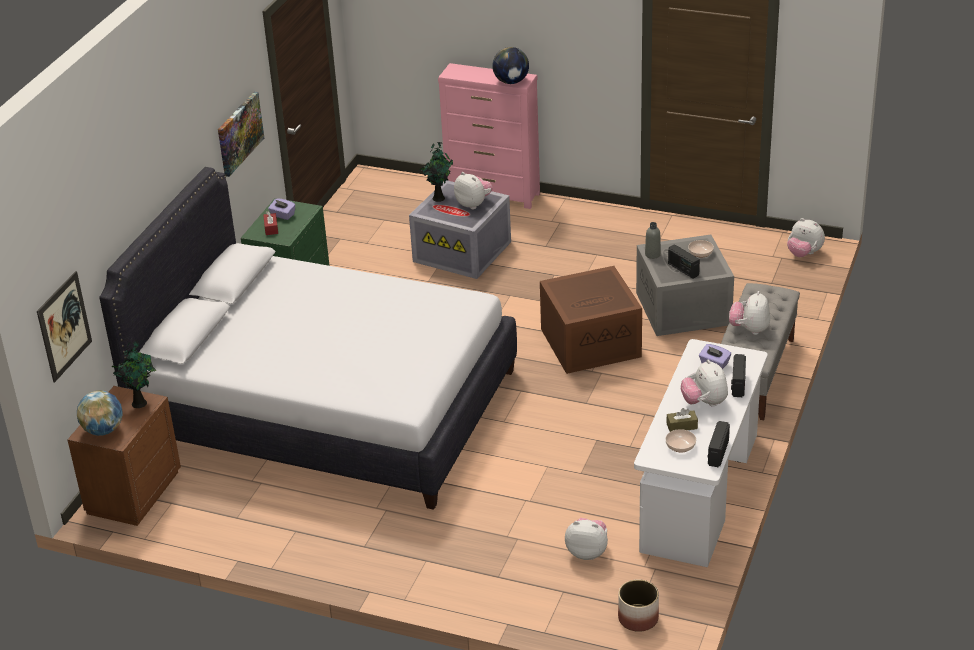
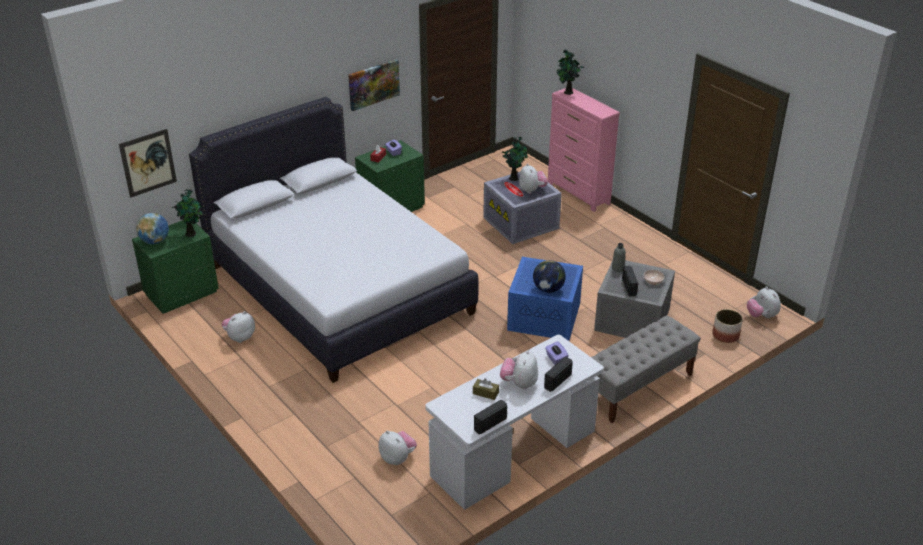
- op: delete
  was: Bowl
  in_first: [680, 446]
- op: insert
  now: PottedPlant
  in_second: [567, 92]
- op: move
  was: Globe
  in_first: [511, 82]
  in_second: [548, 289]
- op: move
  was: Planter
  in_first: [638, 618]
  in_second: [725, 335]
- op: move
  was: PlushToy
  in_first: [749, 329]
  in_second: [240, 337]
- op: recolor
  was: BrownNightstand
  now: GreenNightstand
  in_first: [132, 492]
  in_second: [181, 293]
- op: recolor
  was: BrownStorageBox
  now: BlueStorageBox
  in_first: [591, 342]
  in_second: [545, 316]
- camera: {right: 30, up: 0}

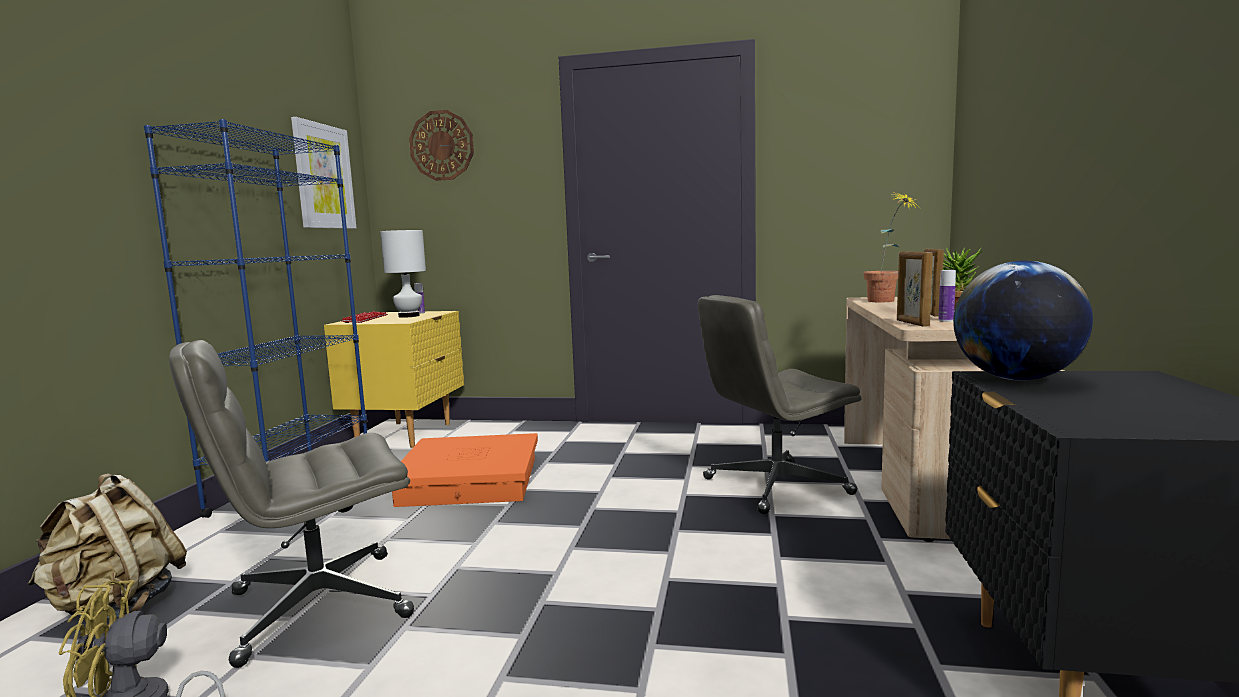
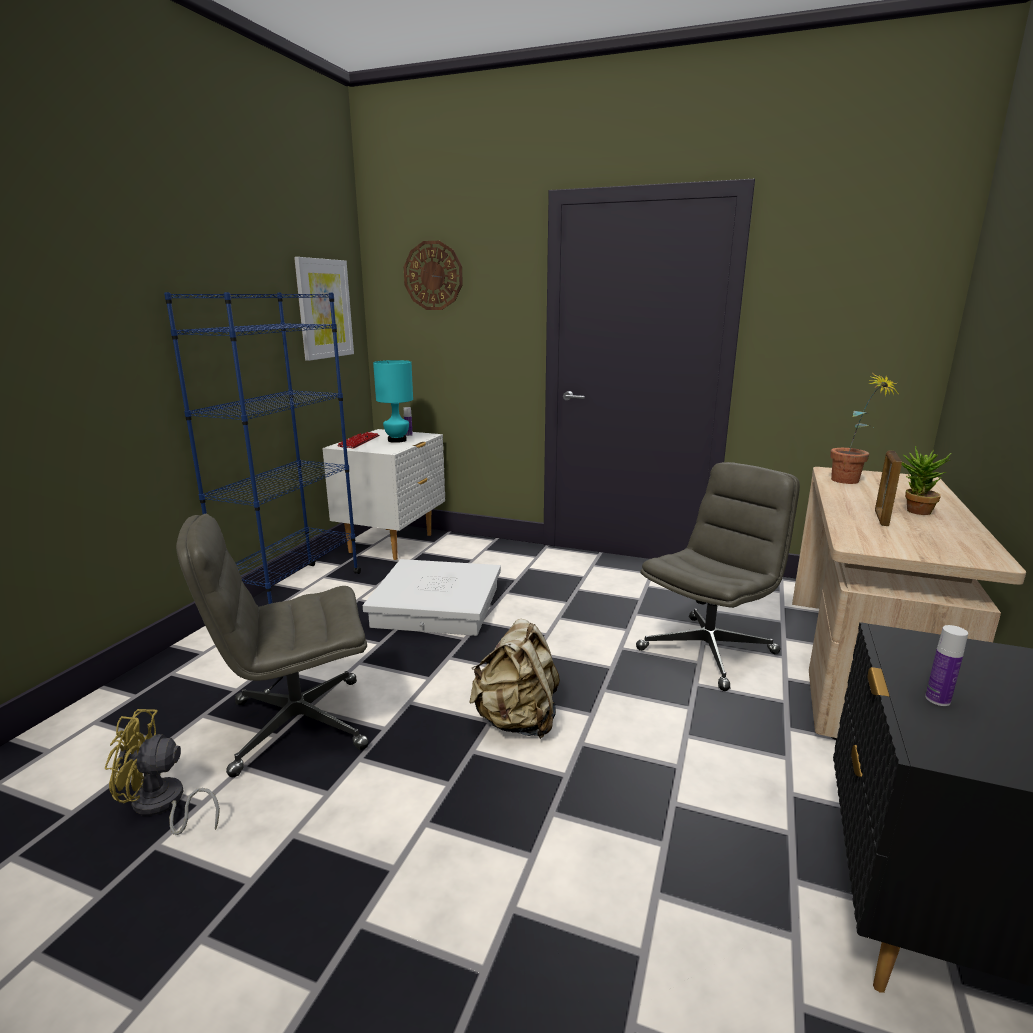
- op: delete
  was: PictureFrame
  in_first: [912, 323]
- op: delete
  was: Globe
  in_first: [1016, 379]
- op: move
  was: BeigeBackpack
  in_first: [117, 606]
  in_second: [517, 721]
- op: move
  was: Bottle
  in_first: [946, 320]
  in_second: [937, 699]
- op: recolor
  was: YellowNightstand
  now: WhiteNightstand
  in_first: [406, 434]
  in_second: [392, 543]
- op: recolor
  was: WhiteTableLamp
  now: TurquoiseTableLamp
  in_first: [409, 316]
  in_second: [397, 440]
- op: recolor
  was: OrangeStorageBox
  now: WhiteStorageBox
  in_first: [469, 481]
  in_second: [436, 606]
- op: rotate
  was: GreyOfficeChair
  in_first: [775, 487]
  in_second: [707, 650]
  clockwise: 150
- camera: {right: 10, up: 10}

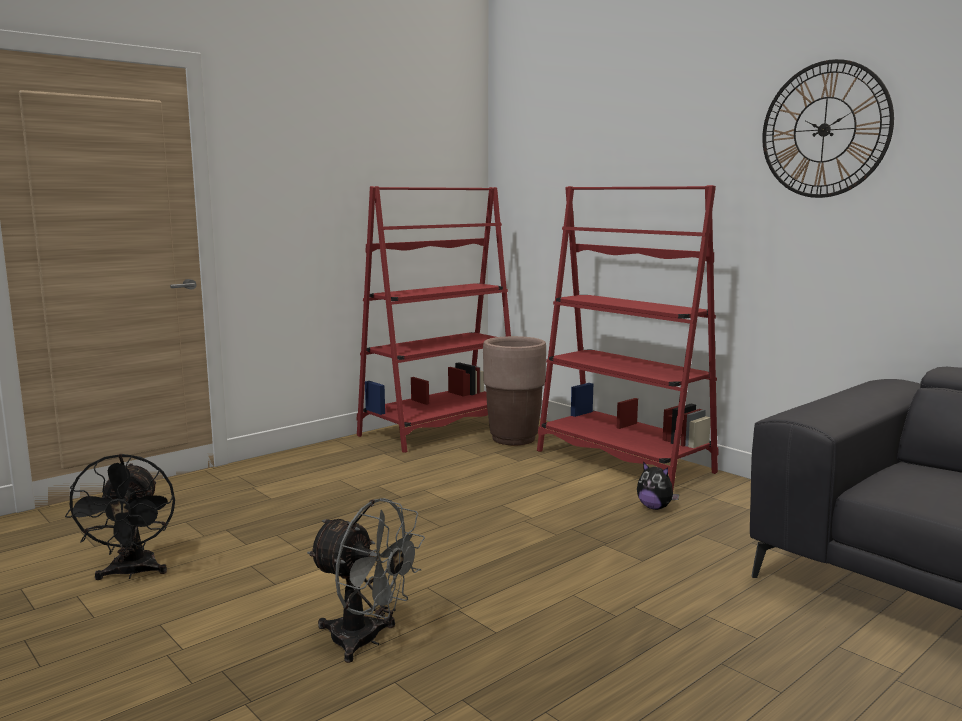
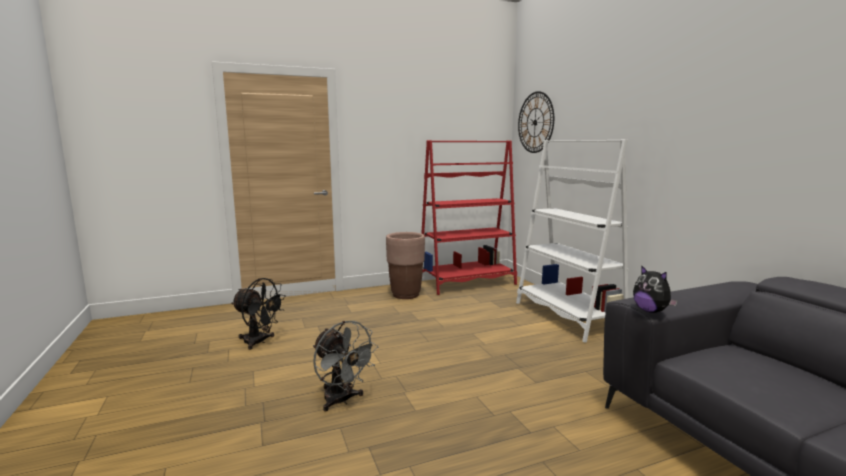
- op: move
  was: BrownPlanter
  in_first: [514, 439]
  in_second: [406, 295]
- op: move
  was: PlushToy
  in_first: [655, 507]
  in_second: [651, 311]
- op: move
  was: WallClock
  in_first: [824, 130]
  in_second: [535, 122]
- op: recolor
  was: RedBookcase
  now: WhiteBookcase
  in_first: [623, 462]
  in_second: [567, 316]
- op: rotate
  was: BlackFan
  in_first: [132, 573]
  in_second: [259, 342]
  clockwise: -75
- camera: {right: 20, up: 0}

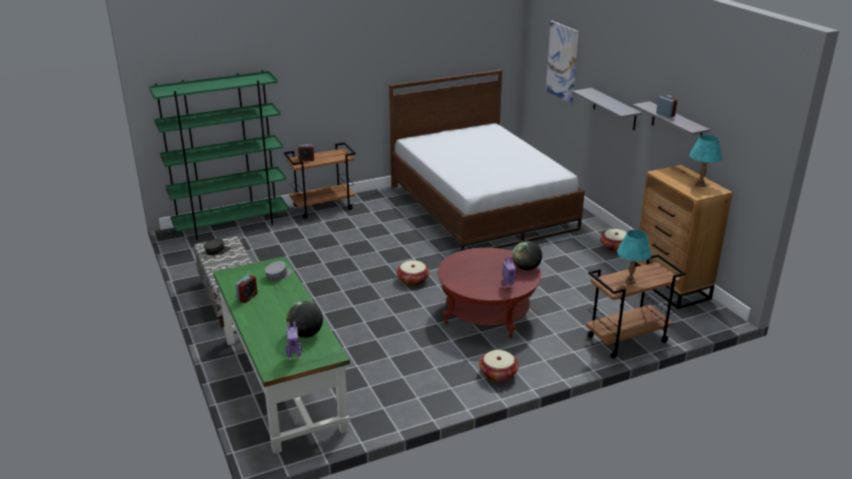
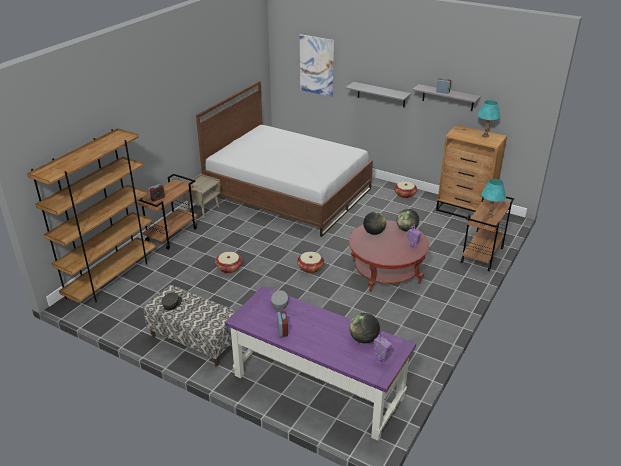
- op: insert
  now: BeigeNightstand
  in_second: [203, 209]
- op: insert
  now: Globe
  in_second: [374, 233]
- op: move
  was: Basket
  in_first: [498, 374]
  in_second: [229, 268]
- op: recolor
  was: GreenBookcase
  now: BrownBookcase
  in_first: [232, 225]
  in_second: [112, 277]
- op: recolor
  was: GreenDesk
  now: PurpleDesk
  in_first: [282, 382]
  in_second: [317, 386]
- camera: {right: -35, up: 5}

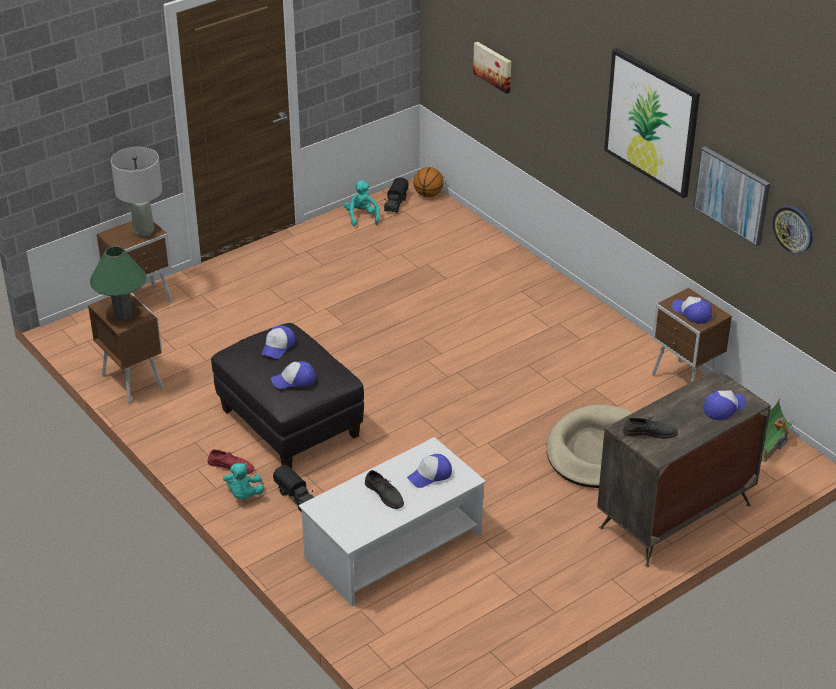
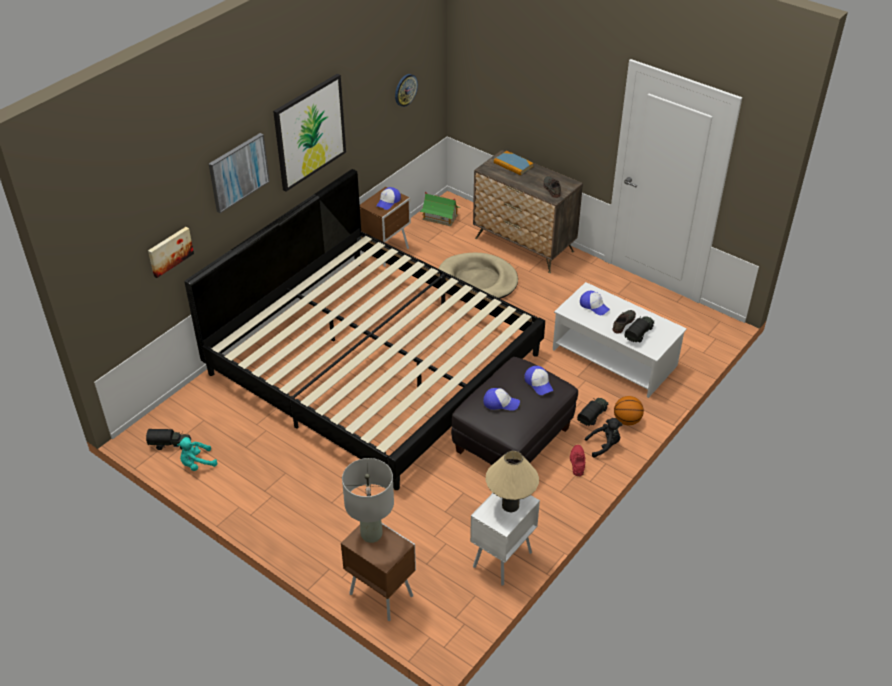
- op: insert
  now: Bed
  in_second: [374, 363]
- op: insert
  now: ToyTruck
  in_second: [639, 334]
- op: move
  was: Basketball
  in_first: [428, 195]
  in_second: [627, 420]
- op: move
  was: Picture
  in_first: [732, 195]
  in_second: [238, 172]
- op: replace
  was: Cap
  now: Book
  in_first: [723, 408]
  in_second: [513, 164]
- op: recolor
  was: BrownNightstand
  now: WhiteNightstand
  in_first: [132, 381]
  in_second: [501, 560]
- op: recolor
  was: GreenTableLamp
  now: BeigeTableLamp
  in_first: [123, 314]
  in_second: [510, 505]
- op: recolor
  was: TurquoisePlushToy
  now: BlackPlushToy
  in_first: [244, 494]
  in_second: [604, 445]
- camera: {right: -105, up: 5}

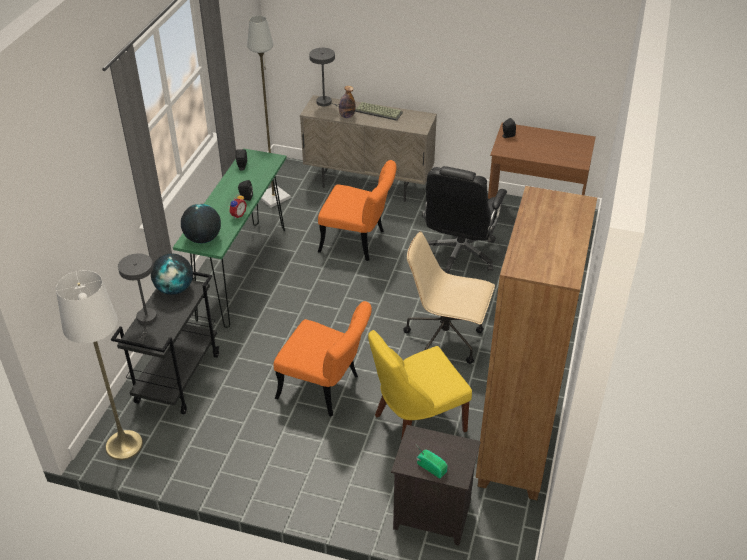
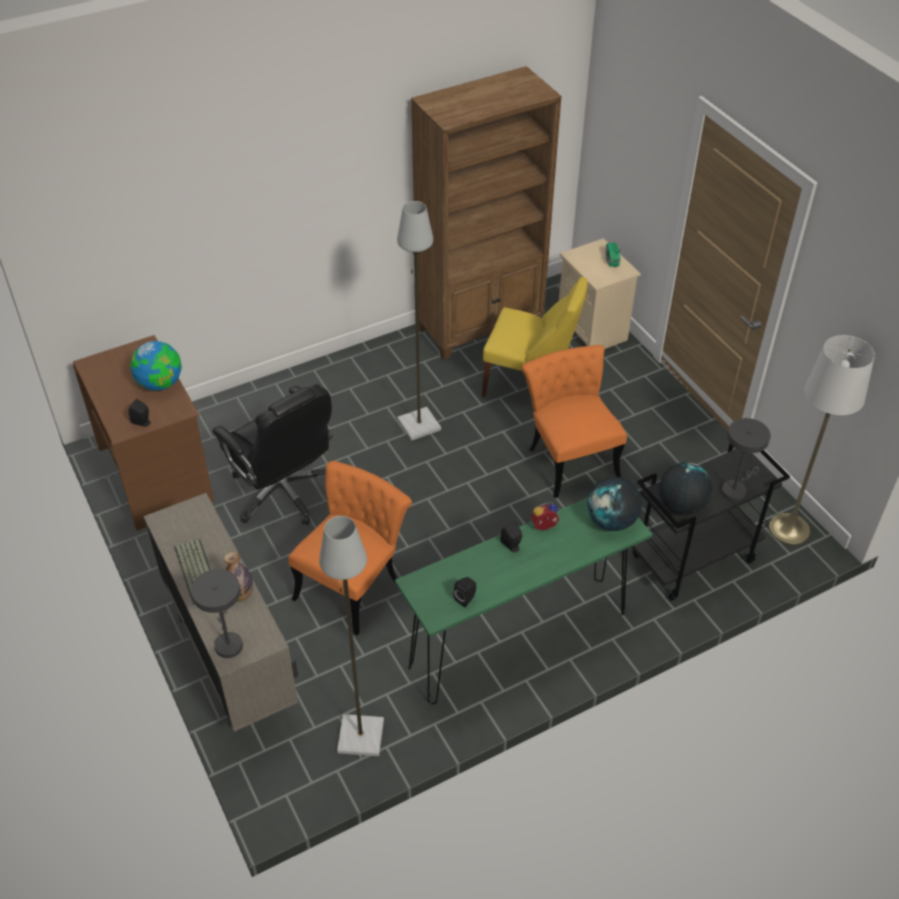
- op: insert
  now: Globe
  in_second: [160, 383]
- op: replace
  was: BeigeOfficeChair
  now: GreyFloorLamp
  in_first: [446, 340]
  in_second: [419, 425]
- op: recolor
  was: BlackNightstand
  now: BeigeNightstand
  in_first: [430, 516]
  in_second: [593, 330]
- op: rotate
  was: OrangeChair
  in_first: [359, 242]
  in_second: [354, 583]
  clockwise: 60
- op: rotate
  was: BlackOfficeChair
  in_first: [459, 254]
  in_second: [283, 492]
  clockwise: 75
- camera: {right: -135, up: 5}

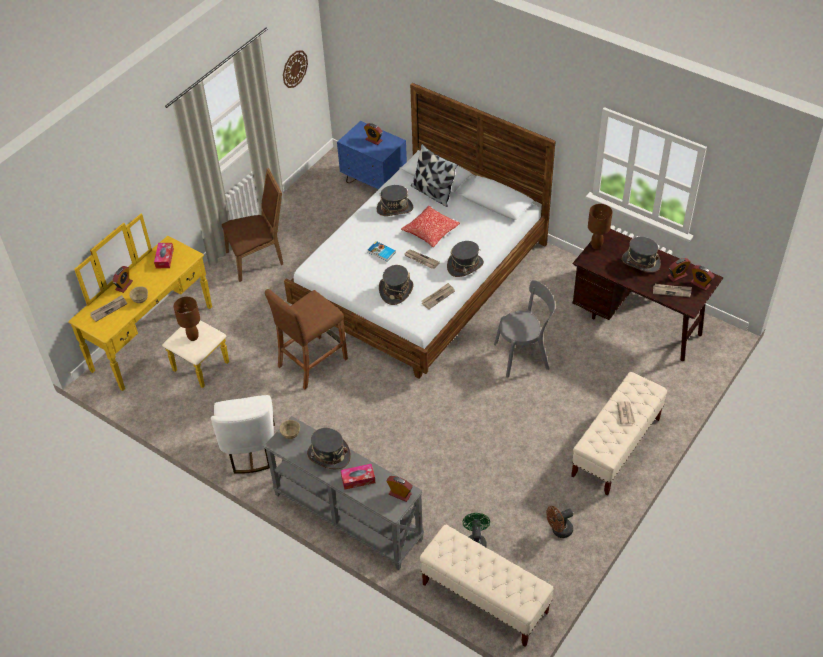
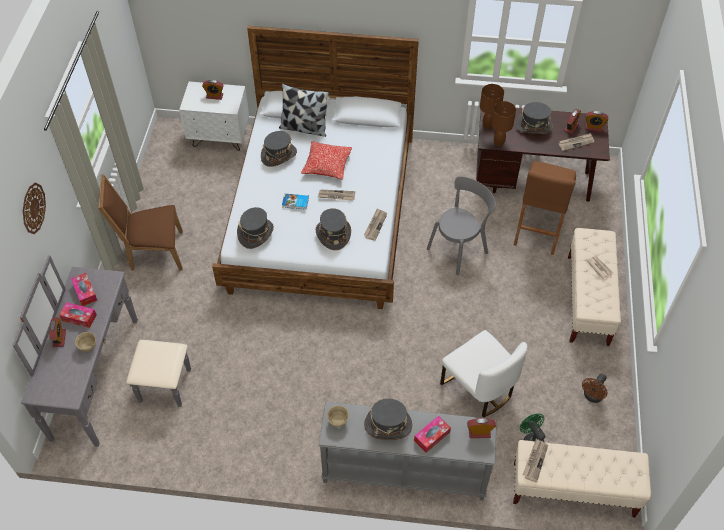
- op: insert
  now: TissueBox
  in_second: [79, 317]
- op: move
  was: Newspaper
  in_first: [109, 309]
  in_second: [535, 460]
- op: move
  was: BrownTableLamp
  in_first: [193, 337]
  in_second: [499, 142]
- op: move
  was: WhiteChair
  in_first: [250, 449]
  in_second: [478, 388]
- op: move
  was: BrownStool
  in_first: [312, 362]
  in_second: [538, 229]
- op: move
  was: WallClock
  in_first: [294, 69]
  in_second: [33, 208]
- op: move
  was: GreyHat
  in_first: [465, 265]
  in_second: [255, 233]
- op: recolor
  was: YellowDresser
  now: GreyDresser
  in_first: [164, 344]
  in_second: [111, 379]
- op: recolor
  was: BlueNightstand
  now: WhiteNightstand
  in_first: [374, 182]
  in_second: [220, 137]
- op: rotate
  was: BrownChair
  in_first: [258, 258]
  in_second: [153, 252]
  clockwise: -135
- camera: {right: -30, up: 5}

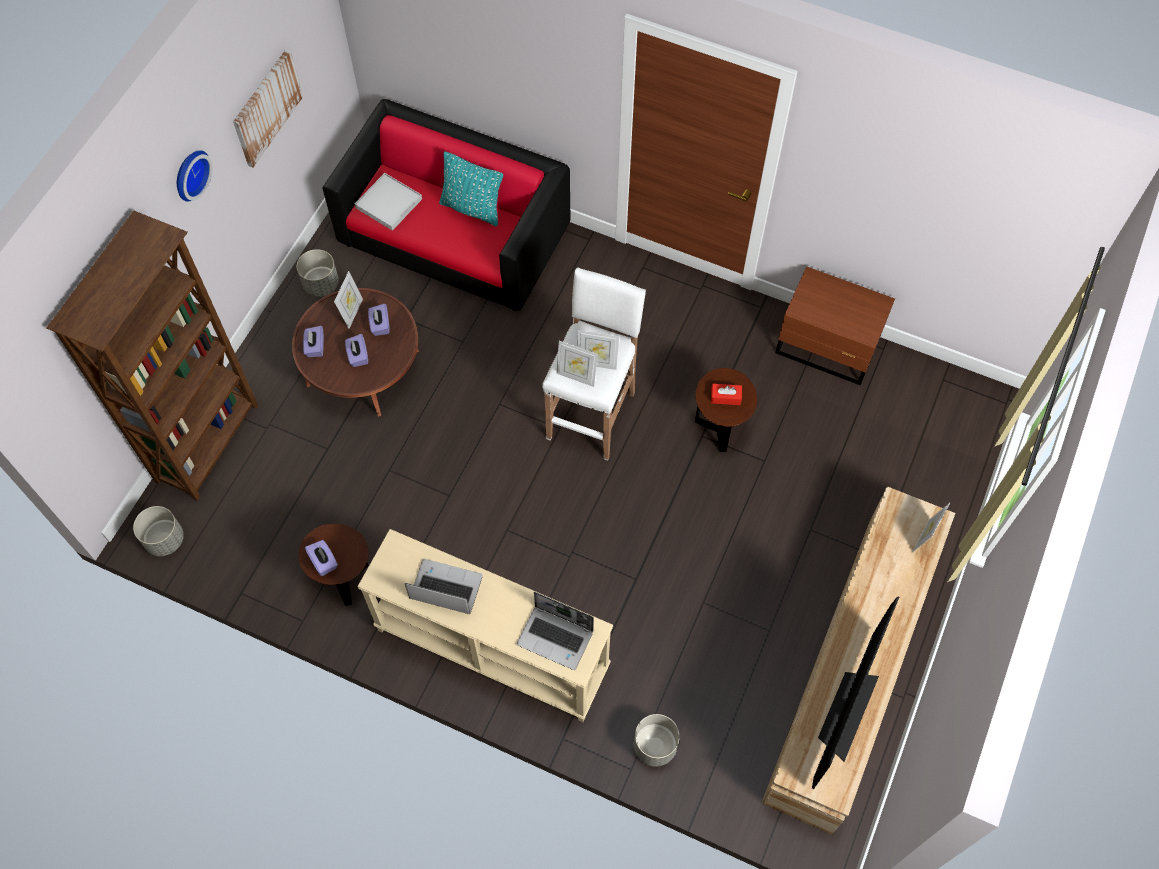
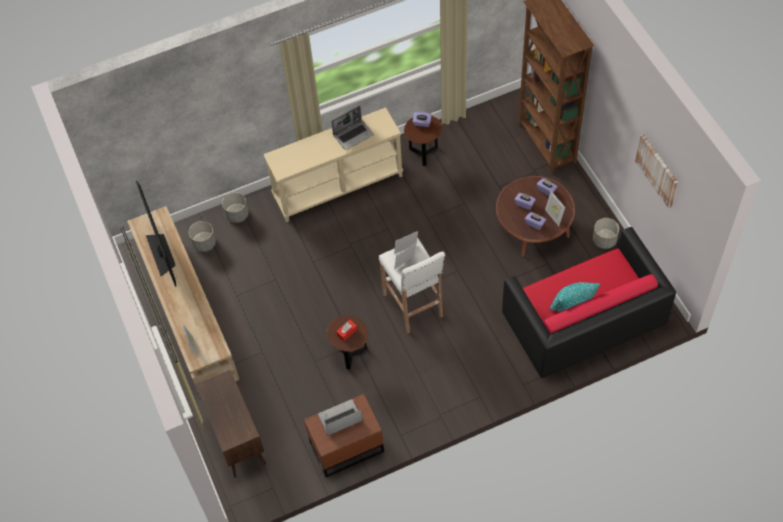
- op: delete
  was: WallClock
  in_first: [189, 174]
- op: delete
  was: WhiteTray
  in_first: [388, 203]
- op: insert
  now: BrownCabinet
  in_second: [236, 438]
- op: move
  was: GreyPlanter
  in_first: [164, 540]
  in_second: [204, 243]
- op: move
  was: Laptop
  in_first: [556, 637]
  in_second: [340, 419]
- camera: {right: 135, up: -5}

